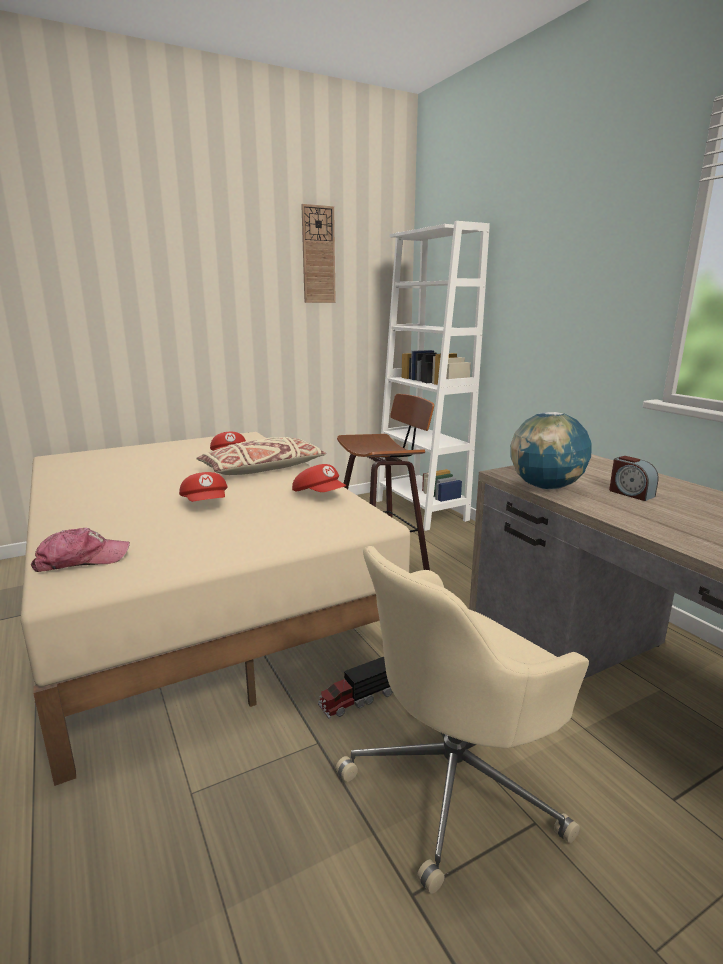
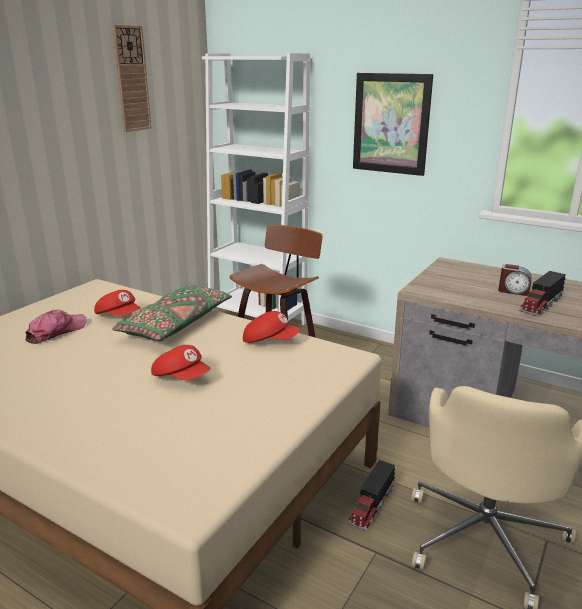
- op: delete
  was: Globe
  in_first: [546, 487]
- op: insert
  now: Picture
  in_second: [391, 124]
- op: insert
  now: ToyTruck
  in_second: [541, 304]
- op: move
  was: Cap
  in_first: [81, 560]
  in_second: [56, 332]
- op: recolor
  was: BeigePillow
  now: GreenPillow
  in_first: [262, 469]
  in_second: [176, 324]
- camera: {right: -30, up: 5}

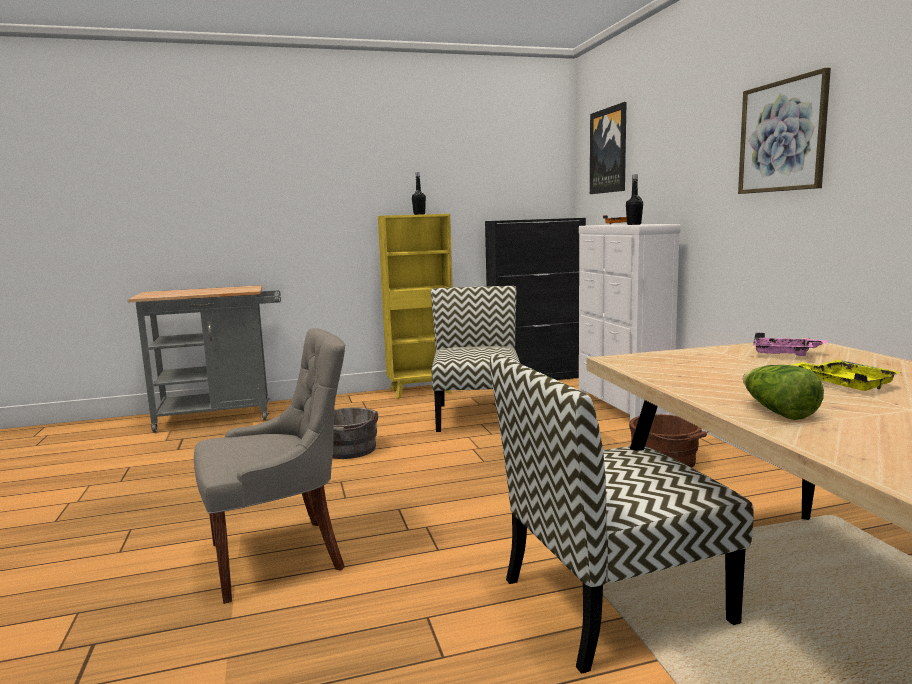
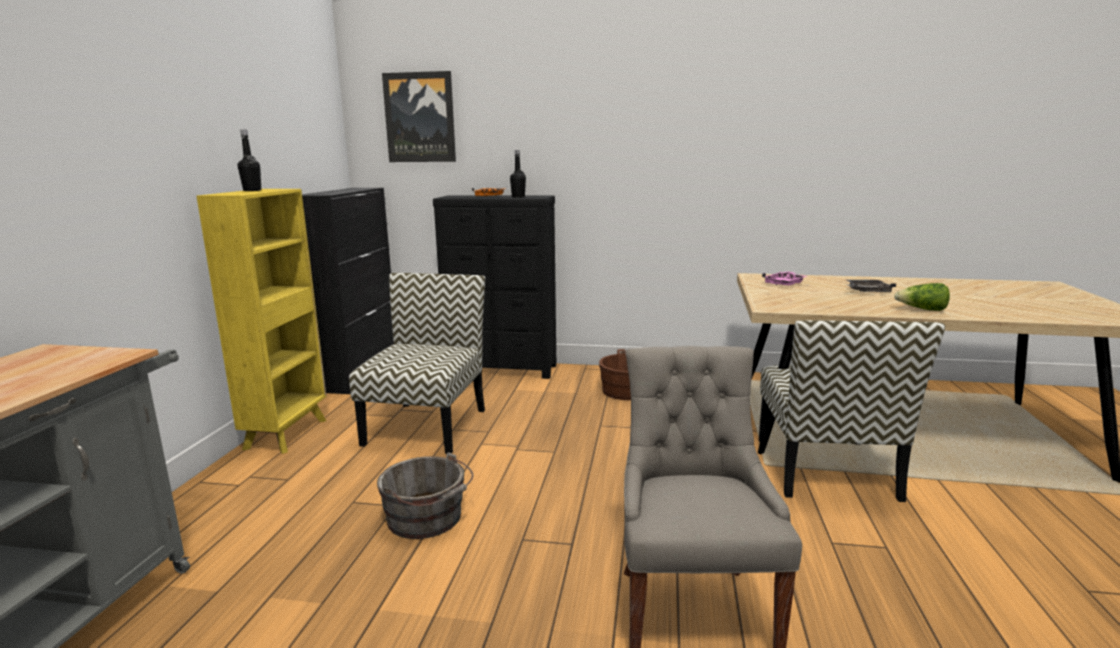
- op: delete
  was: Picture
  in_first: [782, 136]
- op: recolor
  was: WhiteDresser
  now: BlackDresser
  in_first: [621, 408]
  in_second: [501, 370]
- op: recolor
  was: YellowTray
  now: GreyTray
  in_first: [845, 384]
  in_second: [867, 291]
- op: rotate
  was: Chair
  in_first: [476, 416]
  in_second: [426, 425]
  clockwise: 75
- camera: {right: -65, up: 5}

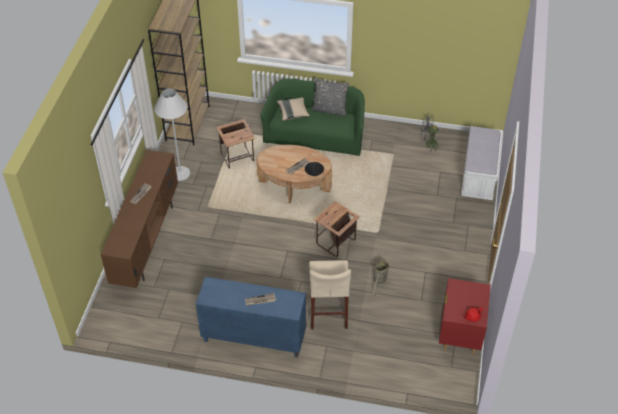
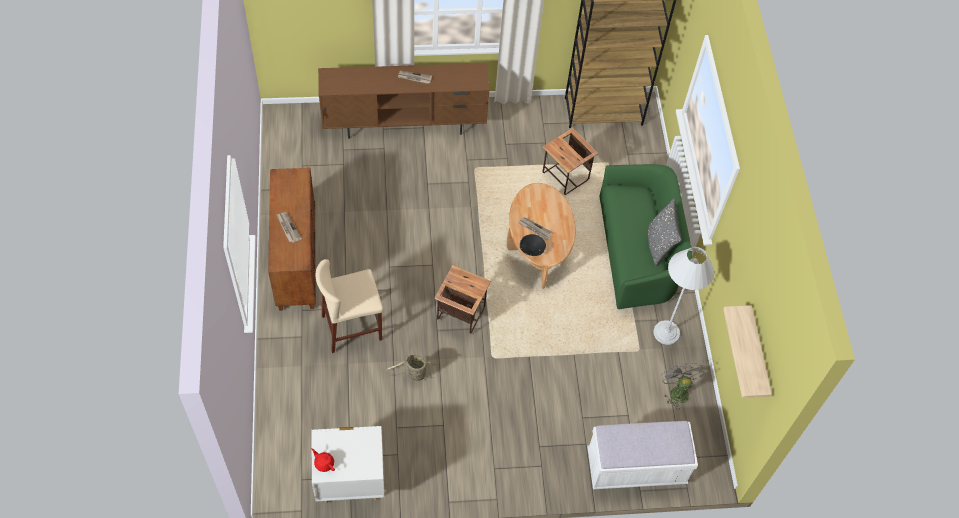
- op: delete
  was: BeigePillow
  in_first: [293, 113]
- op: insert
  now: Shelf
  in_second: [758, 355]
- op: move
  was: WhiteFloorLamp
  in_first: [180, 173]
  in_second: [666, 332]
- op: recolor
  was: BlueCabinet
  now: BrownCabinet
  in_first: [253, 338]
  in_second: [296, 260]
- op: recolor
  was: RedNightstand
  now: WhiteNightstand
  in_first: [459, 336]
  in_second: [350, 482]
- camera: {right: 70, up: 10}

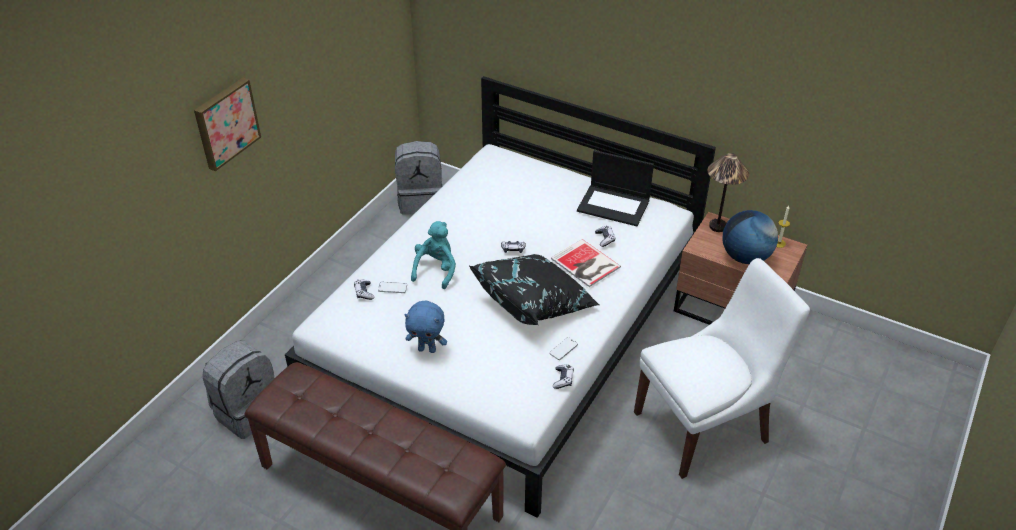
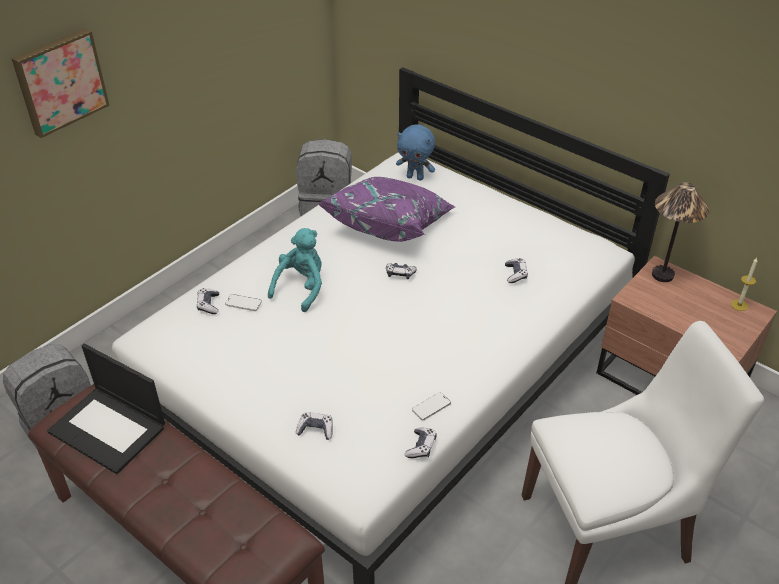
- op: delete
  was: BlackPillow
  in_first: [535, 302]
- op: delete
  was: Book
  in_first: [585, 264]
- op: delete
  was: Globe
  in_first: [745, 257]
- op: insert
  now: GameController
  in_second: [316, 429]
- op: insert
  now: PurplePillow
  in_second: [389, 225]
- op: move
  was: BluePlushToy
  in_first: [427, 349]
  in_second: [415, 177]
- op: move
  was: Laptop
  in_first: [614, 205]
  in_second: [109, 429]
- camera: {right: 10, up: 0}

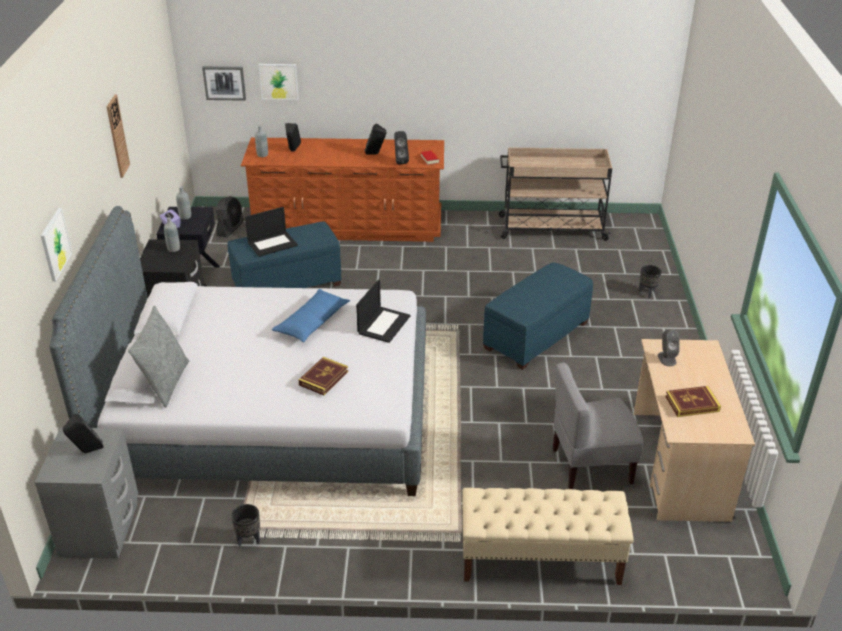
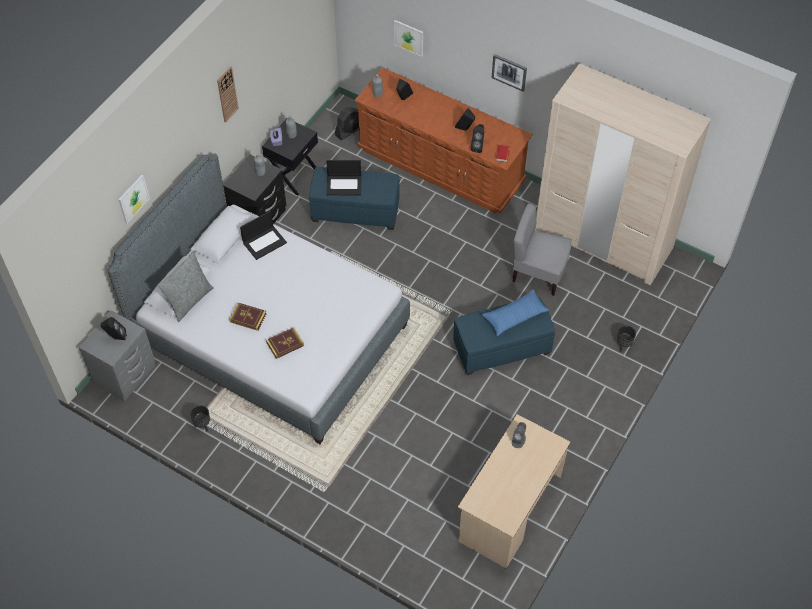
- op: delete
  was: BeigeBench
  in_first: [540, 560]
- op: move
  was: Picture
  in_first: [224, 82]
  in_second: [509, 72]
- op: move
  was: BluePillow
  in_first: [312, 322]
  in_second: [514, 316]
- op: move
  was: Laptop
  in_first: [383, 324]
  in_second: [264, 242]
- op: move
  was: GreyChair
  in_first: [591, 465]
  in_second: [538, 273]
- op: move
  was: Book
  in_first: [692, 404]
  in_second: [248, 318]
- op: replace
  was: BeigeCart
  now: BeigeWardrobe
  in_first: [551, 228]
  in_second: [603, 239]
- camera: {right: 30, up: 20}

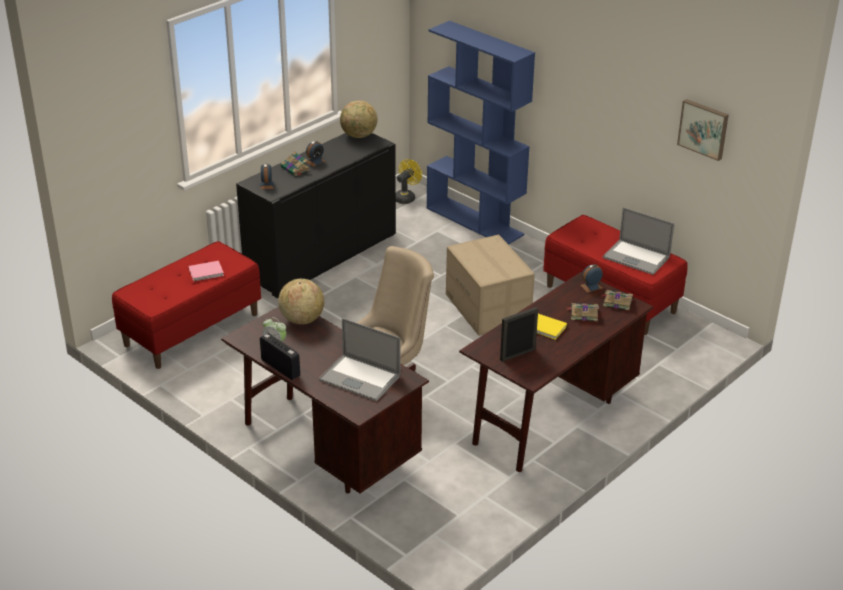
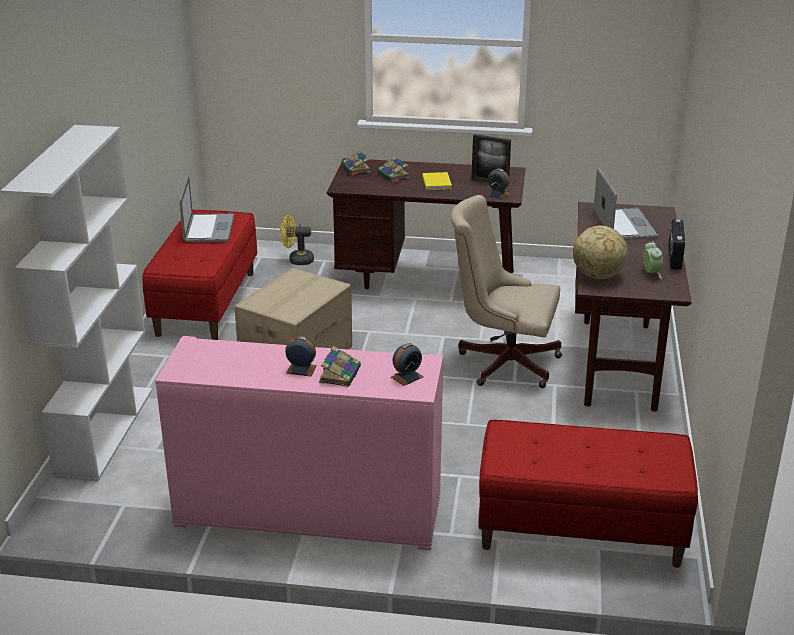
- op: delete
  was: PinkBook
  in_first: [207, 272]
- op: delete
  was: Globe
  in_first: [359, 136]
- op: delete
  was: Picture
  in_first: [704, 128]
- op: move
  was: YellowFan
  in_first: [406, 197]
  in_second: [297, 260]
- op: move
  was: AlarmClock
  in_first: [591, 286]
  in_second: [498, 194]
- op: recolor
  was: BlackCabinet
  now: PinkCabinet
  in_first: [321, 256]
  in_second: [309, 511]
- op: recolor
  was: BlueBookcase
  now: WhiteBookcase
  in_first: [475, 221]
  in_second: [105, 431]
- camera: {right: -125, up: -5}

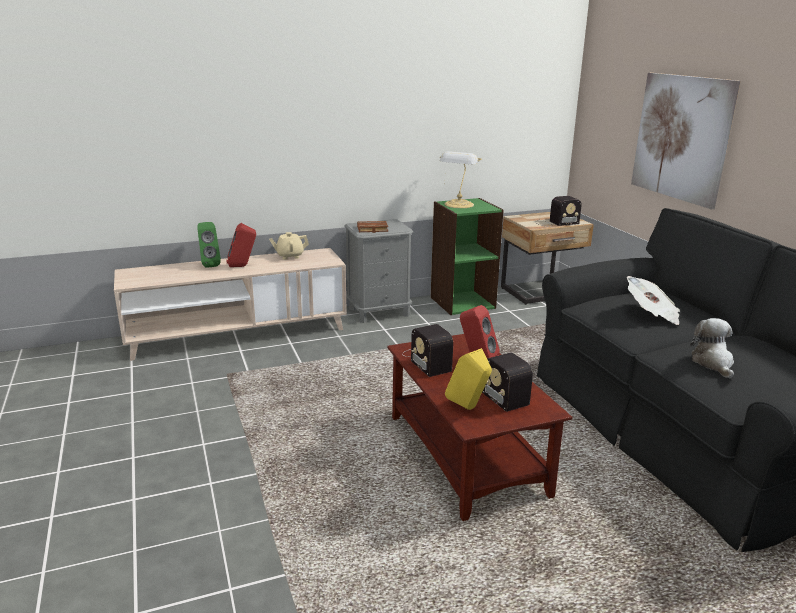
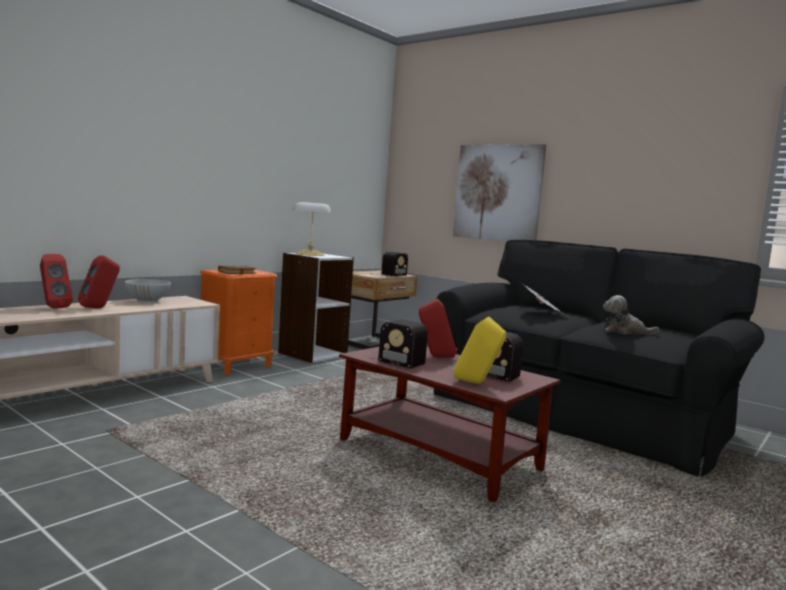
- op: replace
  was: BeigeTeapot
  now: WhiteBowl
  in_first: [289, 256]
  in_second: [147, 301]
- op: recolor
  was: GreenSpeaker
  now: RedSpeaker
  in_first: [210, 265]
  in_second: [53, 308]
- op: recolor
  was: GreyNightstand
  now: OrangeNightstand
  in_first: [379, 312]
  in_second: [237, 365]
- op: recolor
  was: GreenBookcase
  now: WhiteBookcase
  in_first: [462, 302]
  in_second: [312, 354]
- op: rotate
  was: PlushToy
  in_first: [713, 363]
  in_second: [624, 332]
  clockwise: -45
- camera: {right: -30, up: -15}

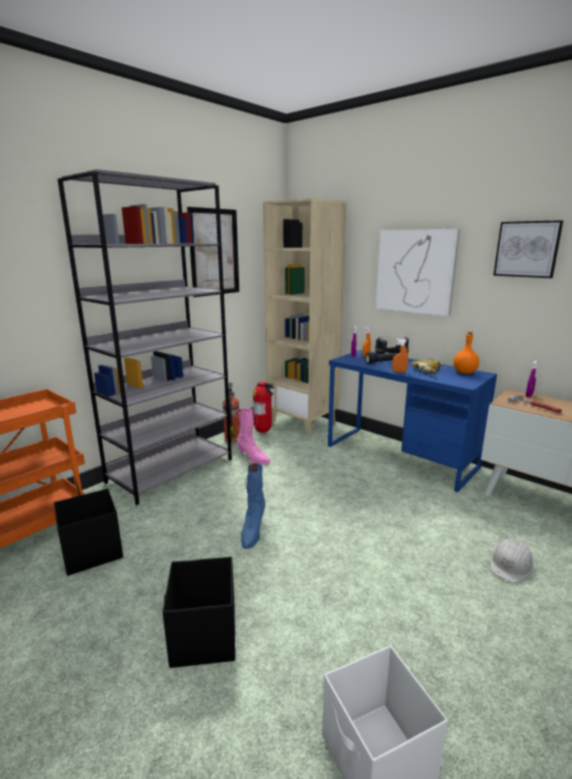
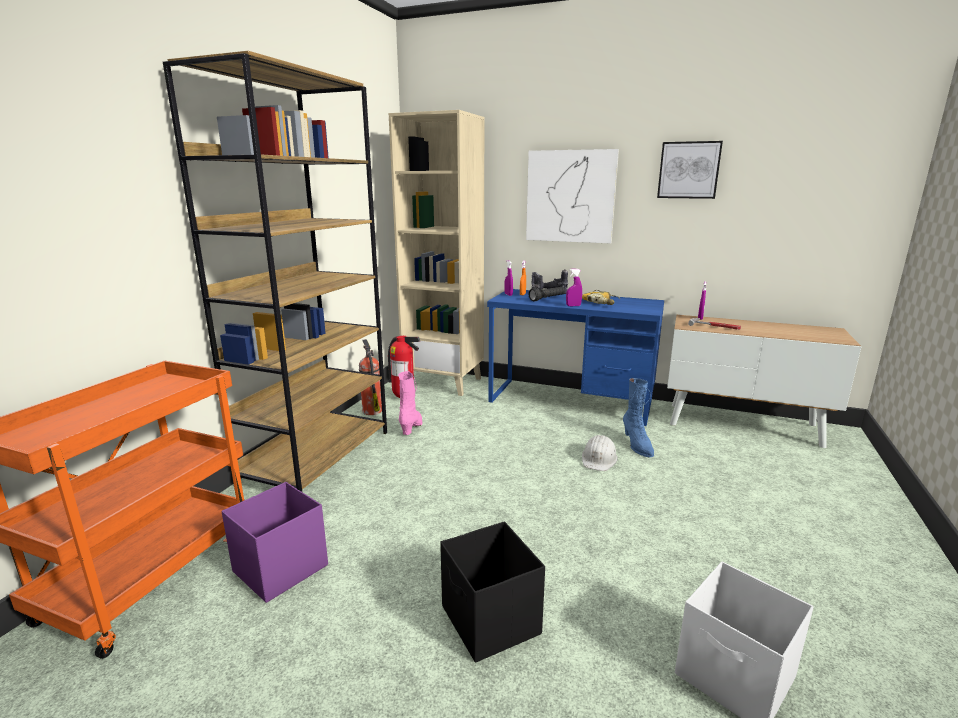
- op: delete
  was: Picture
  in_first: [214, 252]
- op: delete
  was: OrangeBottle
  in_first: [464, 372]
- op: move
  was: BlueBoot
  in_first: [252, 532]
  in_second: [637, 445]
- op: move
  was: WhiteHardHat
  in_first: [511, 565]
  in_second: [599, 459]
- op: recolor
  was: BlackStorageBox
  now: PurpleStorageBox
  in_first: [91, 552]
  in_second: [279, 569]
- op: recolor
  was: GreyBookcase
  now: BrownBookcase
  in_first: [171, 470]
  in_second: [318, 456]
- op: recolor
  was: OrangeSprayBottle
  now: PurpleSprayBottle
  in_first: [399, 372]
  in_second: [573, 306]
- op: rotate
  was: PinkBoot
  in_first: [253, 458]
  in_second: [412, 427]
  clockwise: -105
- camera: {right: -20, up: 0}

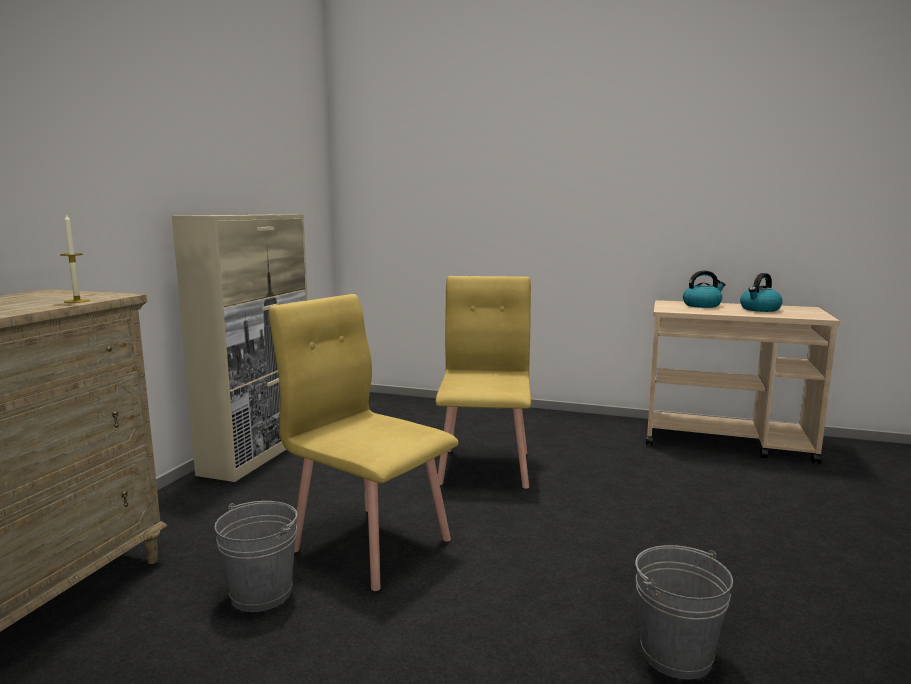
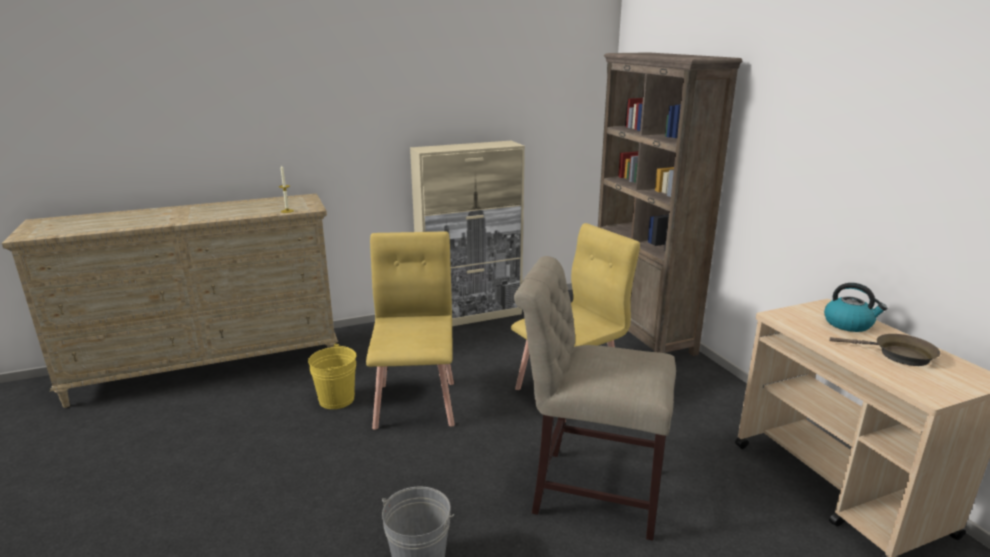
- op: insert
  now: BeigeChair
  in_second: [589, 489]
- op: insert
  now: BrownBookcase
  in_second: [641, 332]
- op: replace
  was: Kettle
  now: BrownFryingPan
  in_first: [760, 309]
  in_second: [898, 355]
- op: recolor
  was: GreyBucket
  now: YellowBucket
  in_first: [261, 594]
  in_second: [336, 399]
- camera: {right: 50, up: 10}

